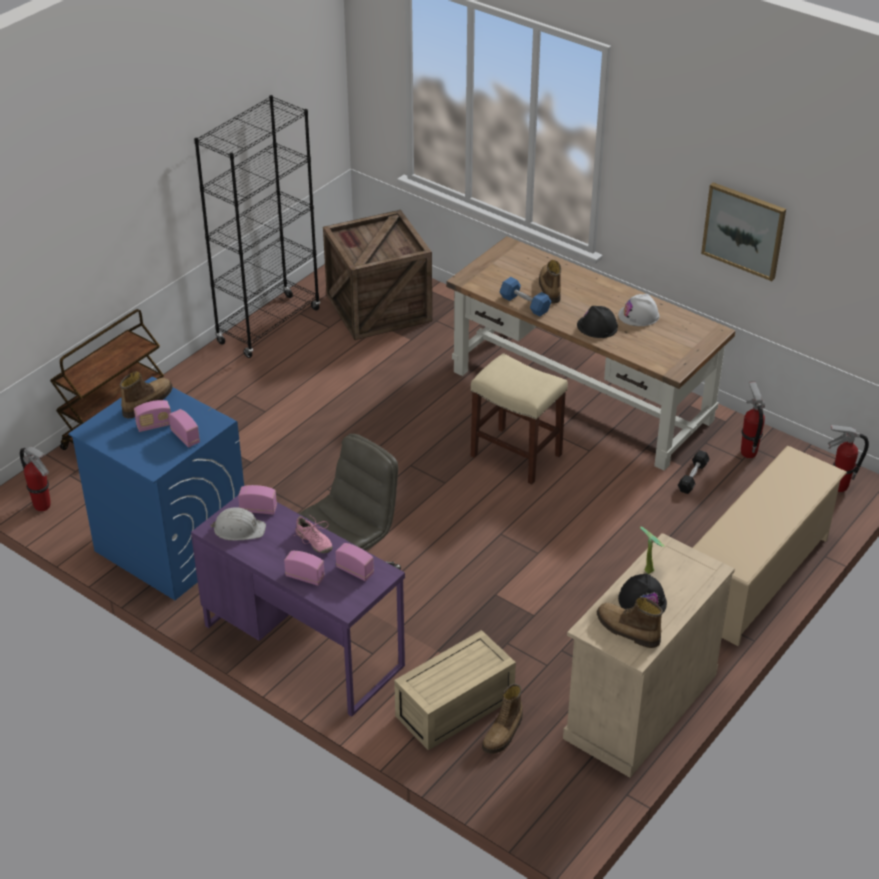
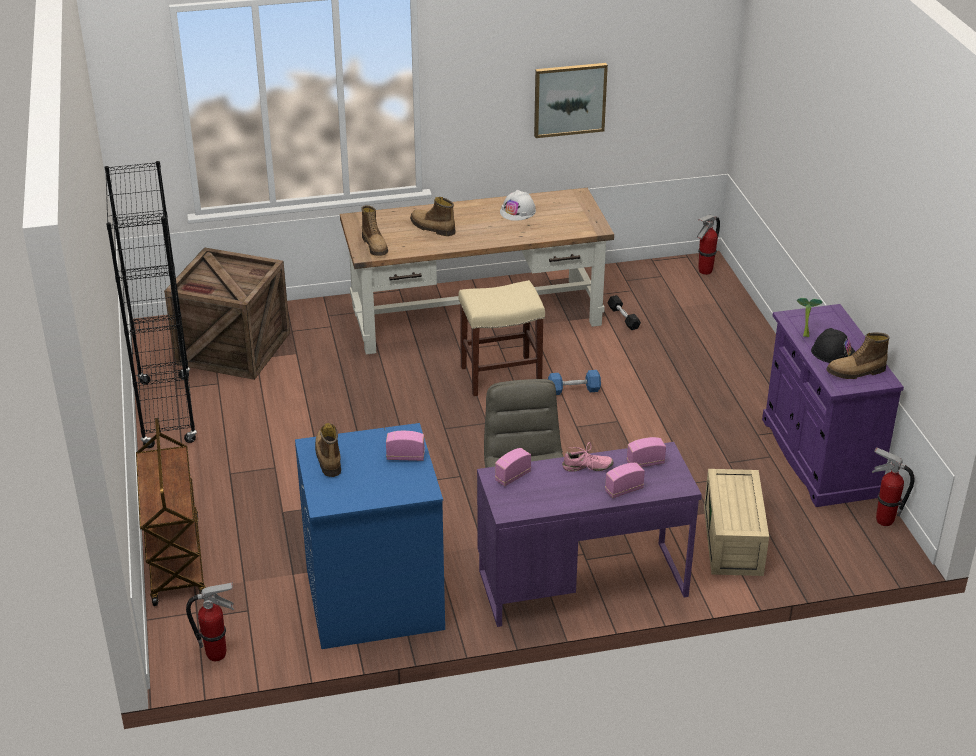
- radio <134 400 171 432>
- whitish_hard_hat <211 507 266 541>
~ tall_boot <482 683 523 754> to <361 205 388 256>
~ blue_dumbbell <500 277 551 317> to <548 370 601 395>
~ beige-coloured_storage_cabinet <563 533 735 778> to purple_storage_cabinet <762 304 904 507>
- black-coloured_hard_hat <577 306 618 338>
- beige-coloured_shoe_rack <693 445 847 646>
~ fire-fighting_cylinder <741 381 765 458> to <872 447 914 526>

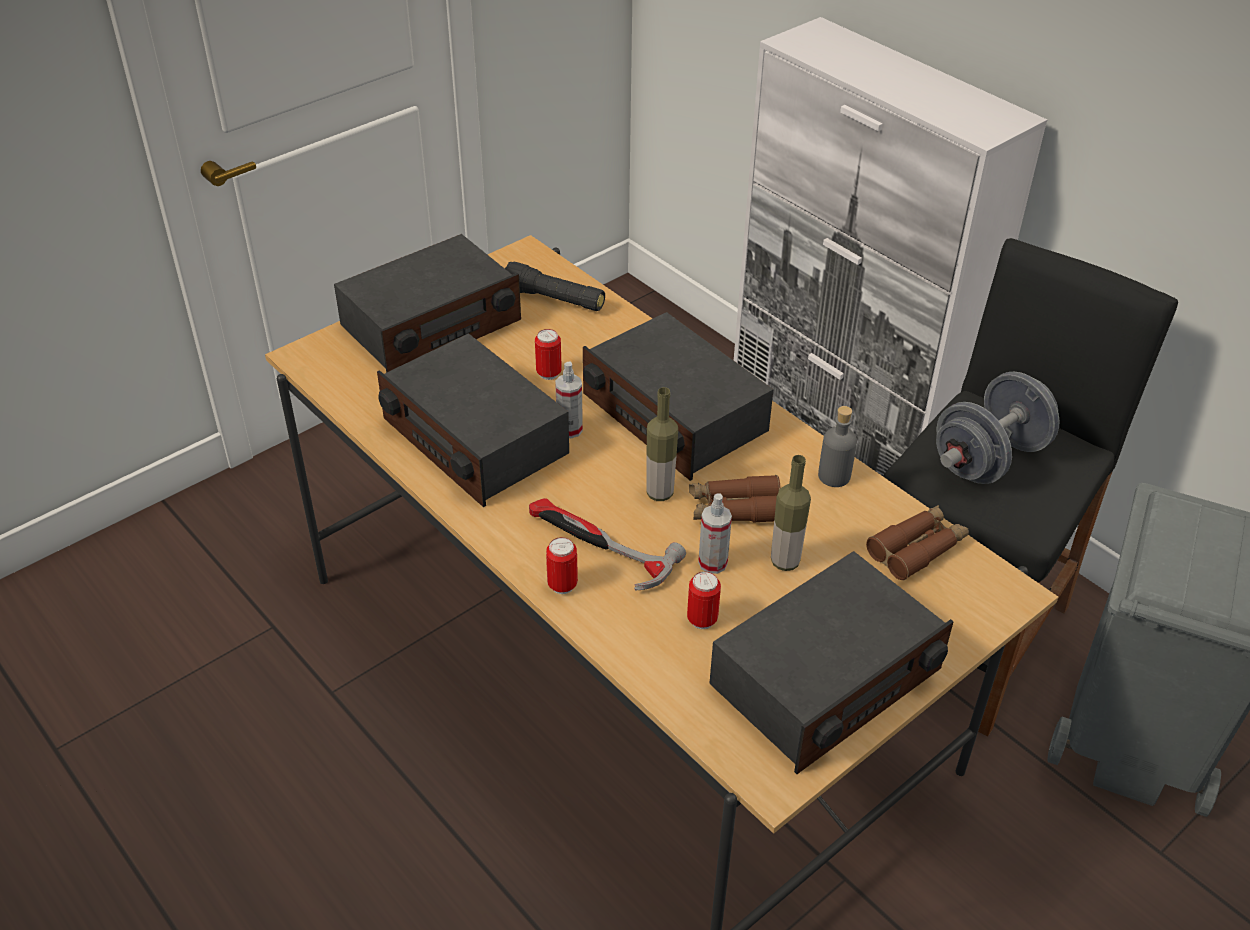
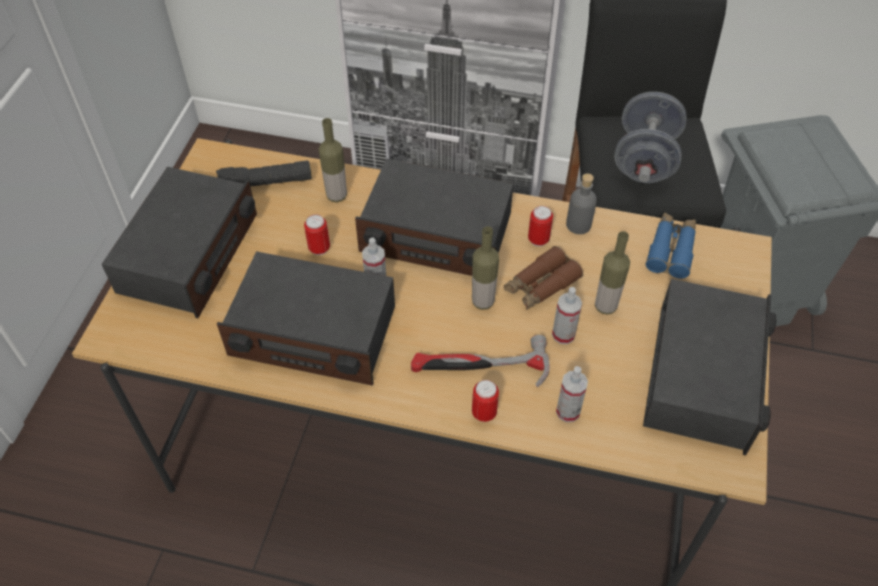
~ metal_can <687 572 721 629> to <528 206 553 246>
~ brownish_pair_of_binoculars <866 505 969 580> to blue_pair_of_binoculars <645 213 696 279>
+ drink_bottle <318 118 347 202>
+ hand_sprayer <556 366 588 422>

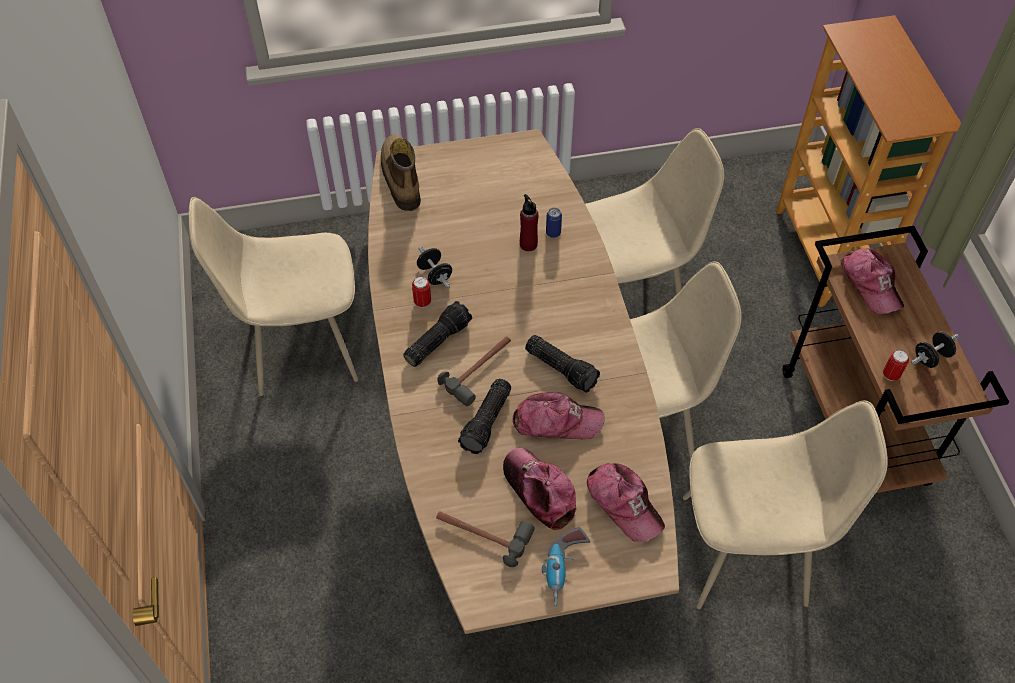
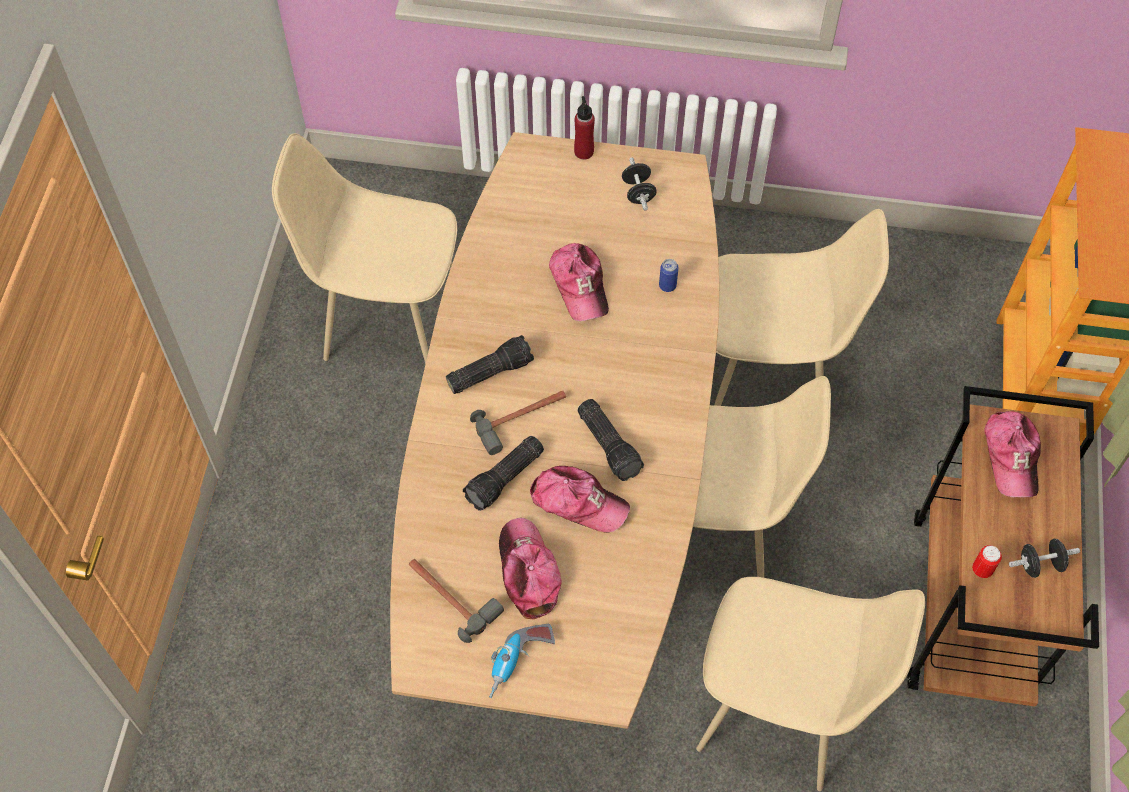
- tall_boot <381 134 421 211>
- metal_can <412 276 431 308>
~ black-coloured_dumbbell <417 246 452 288> to <622 158 657 211>
~ reddish_drink_bottle <520 194 539 251> to <574 96 595 160>
~ baseball_cap <587 463 665 542> to <549 243 609 321>

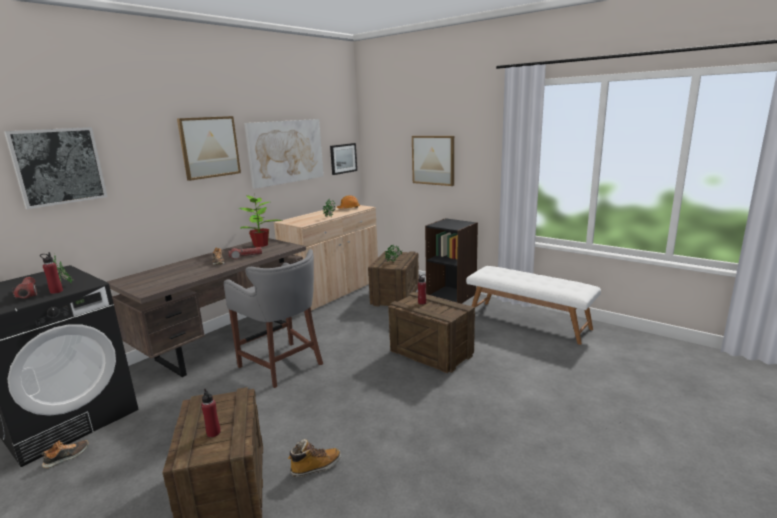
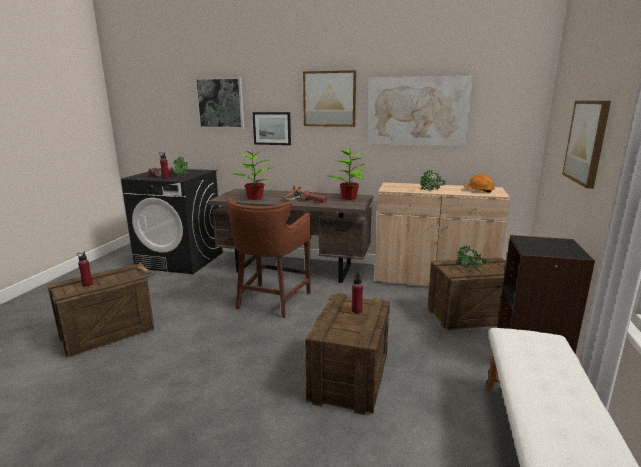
~ gray_sitting_stool <224 249 323 388> to brownish_sitting_stool <227 197 311 318>
- tall_boot <288 439 341 477>
~ wall_picture <330 143 357 175> to <253 112 291 145>
+ plant_in_a_pot <231 151 274 200>

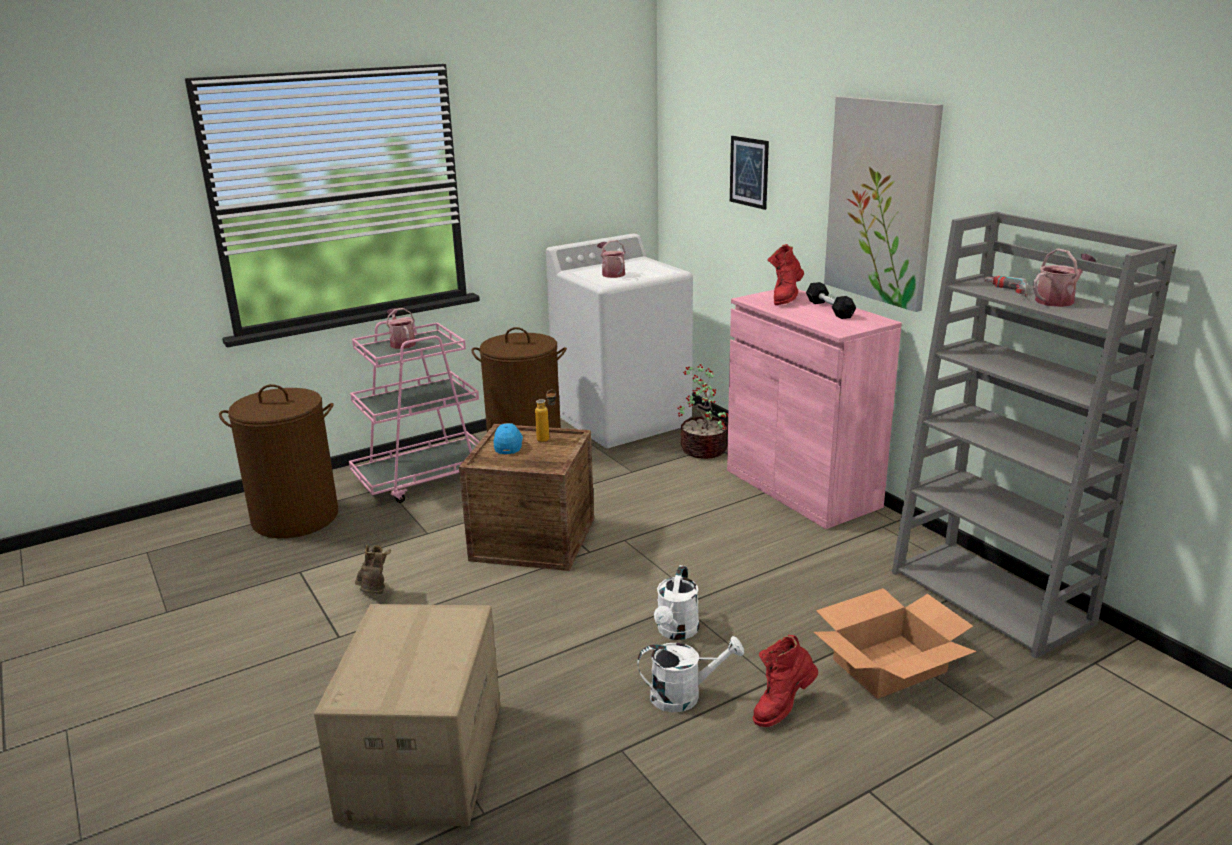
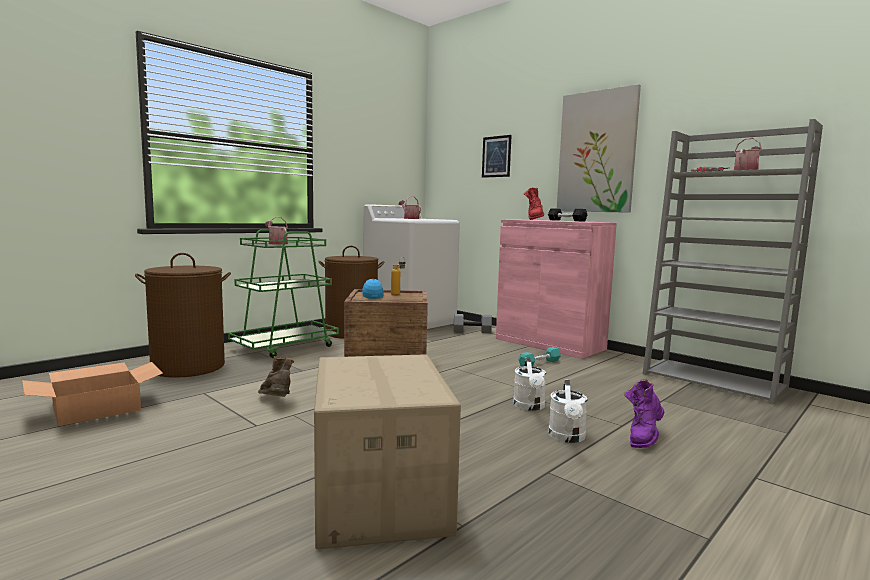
~ pinkish_trolley <349 317 480 503> to greenish_trolley <228 229 339 358>
~ whitish_sprinkling_can <637 636 744 713> = <548 380 587 443> 120 degrees clockwise
~ plant_in_a_pot <678 364 728 459> to gray_dumbbell <454 314 492 333>
~ reddish_tall_boot <753 635 818 727> to purple_tall_boot <624 379 664 448>
~ carton <814 588 977 699> to <22 362 163 426>
+ turquoise-coloured_dumbbell <518 347 561 367>

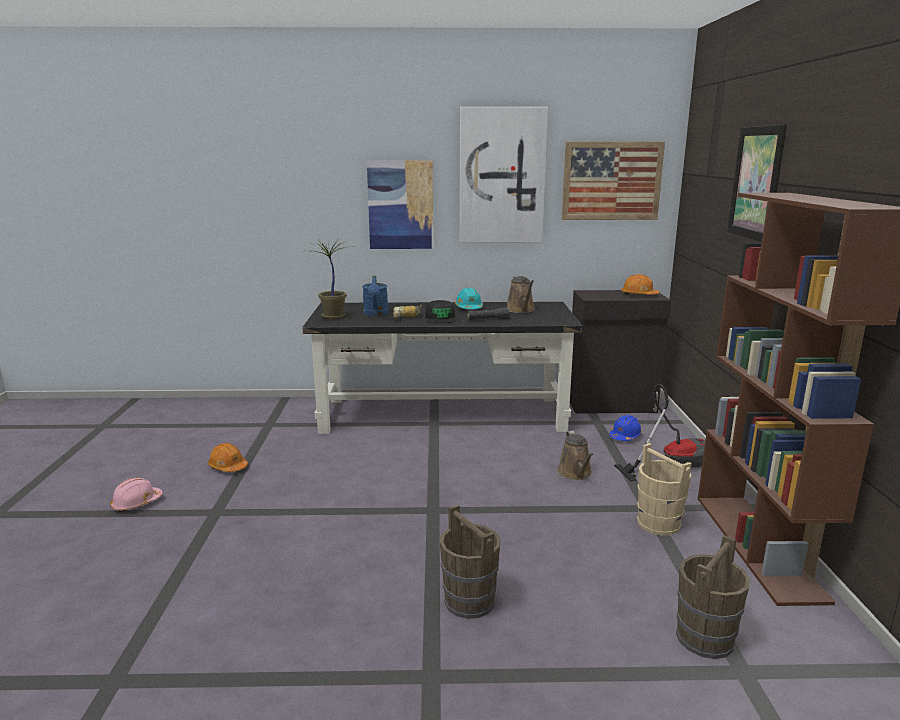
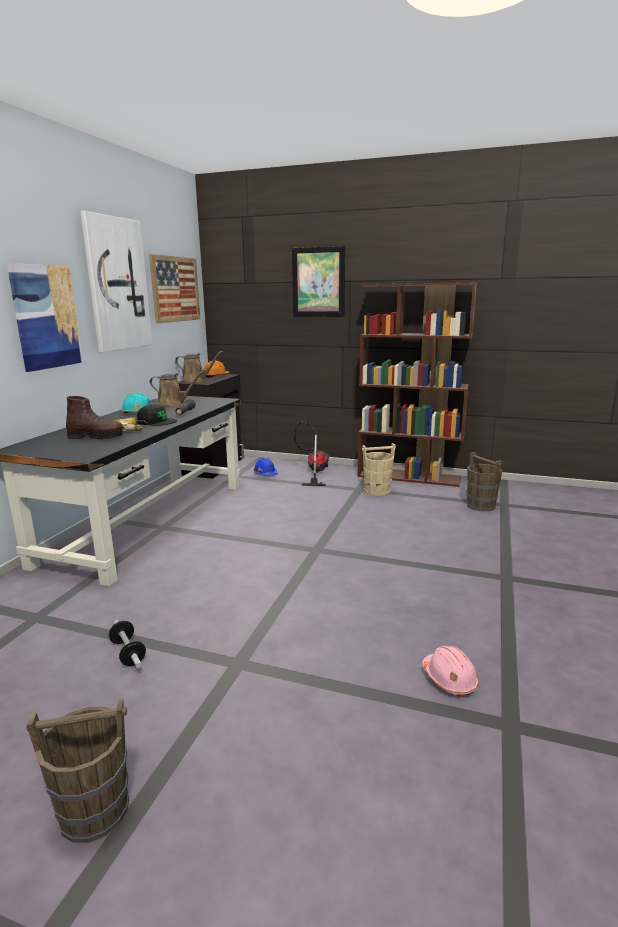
~ pinkish_hard_hat <110 478 163 512> to <422 646 479 695>
~ orangey_hard_hat <208 443 248 472> to dumbbell <109 620 146 668>
- plant_in_a_pot <302 239 353 319>
~ blue_sprinkling_can <362 276 389 316> to brownish_tall_boot <66 396 123 439>
~ brownish_bucket <440 504 501 619> to <26 699 129 843>
~ brownish_sprinkling_can <557 431 594 480> to <175 351 223 382>

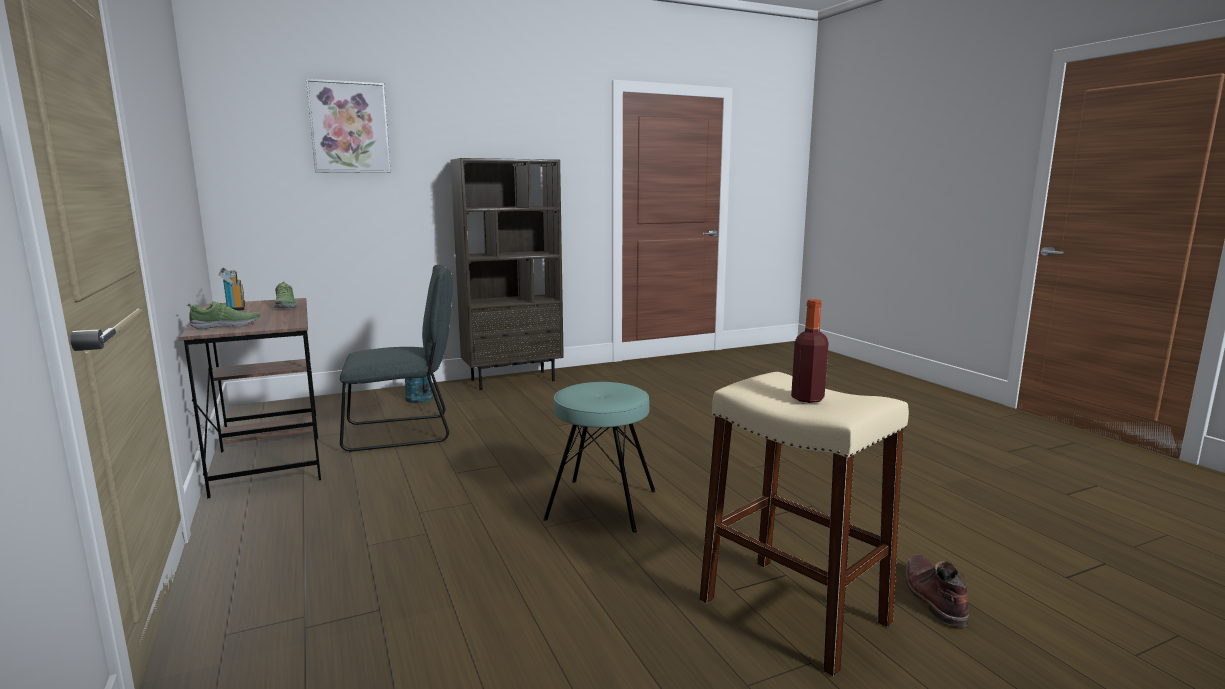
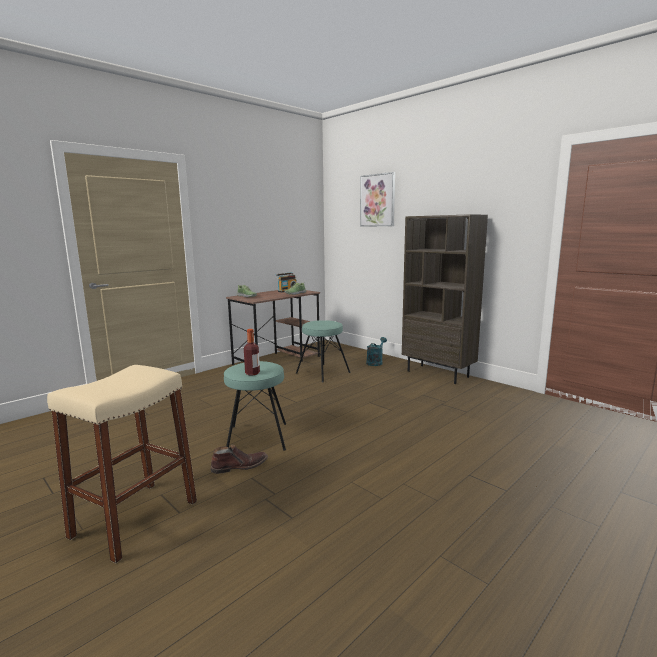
~ gray_plain_chair <340 265 453 451> to turquoise-coloured_sitting_stool <296 320 351 383>
~ drink_bottle <791 299 829 403> to <244 329 260 376>
~ brownish_tall_boot <905 554 969 626> to <211 445 268 474>

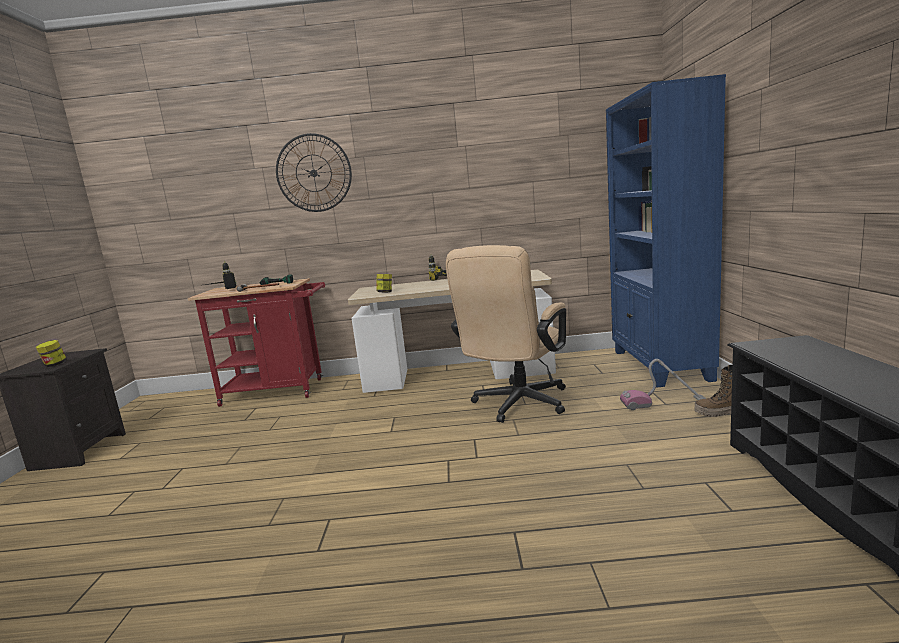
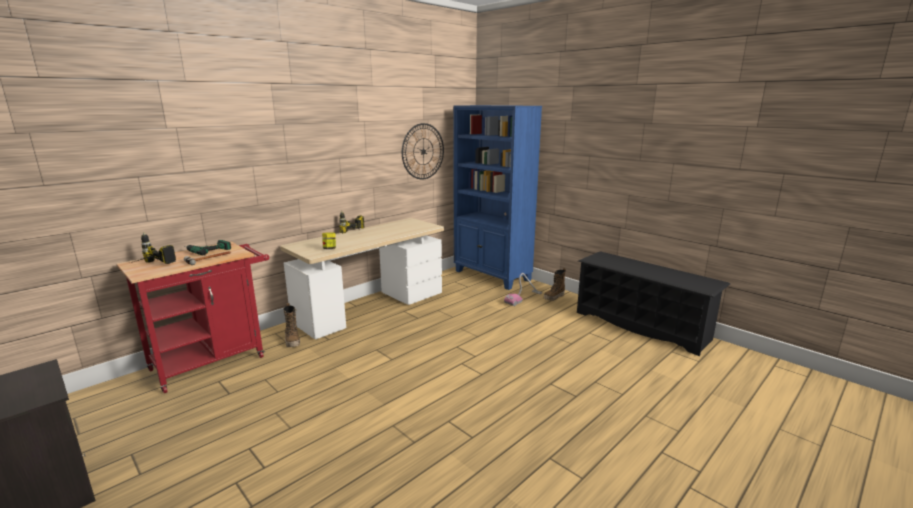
- preserve_jar <36 340 67 367>
~ clock_on_the_wall <276 133 352 212> to <402 123 444 180>
- beige-coloured_office_chair <446 245 566 423>
+ tall_boot <283 303 300 347>

